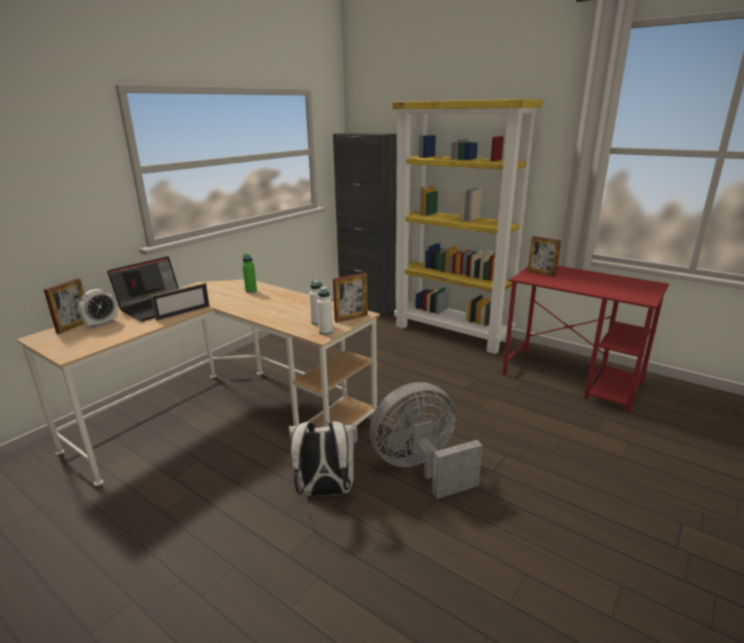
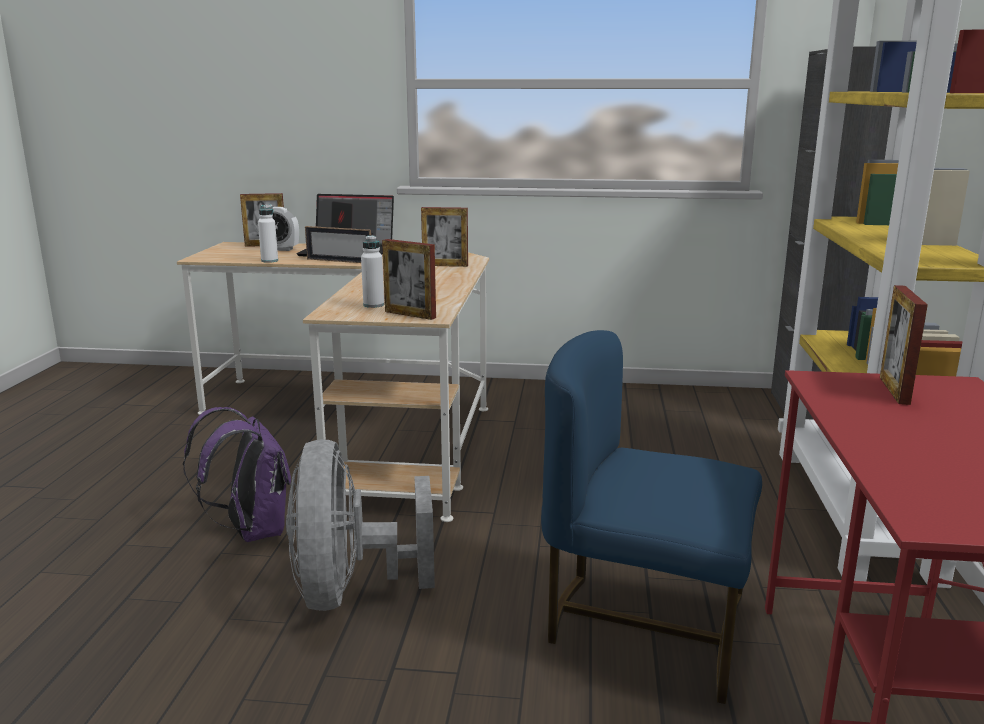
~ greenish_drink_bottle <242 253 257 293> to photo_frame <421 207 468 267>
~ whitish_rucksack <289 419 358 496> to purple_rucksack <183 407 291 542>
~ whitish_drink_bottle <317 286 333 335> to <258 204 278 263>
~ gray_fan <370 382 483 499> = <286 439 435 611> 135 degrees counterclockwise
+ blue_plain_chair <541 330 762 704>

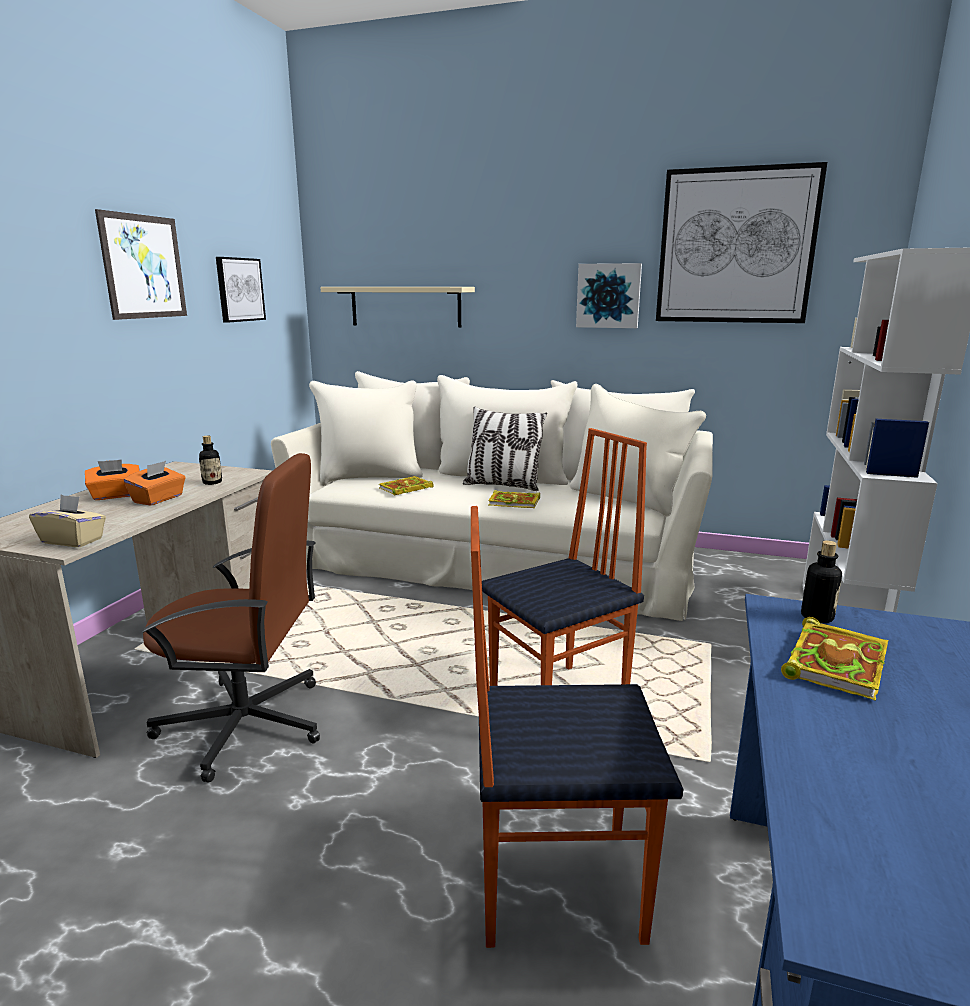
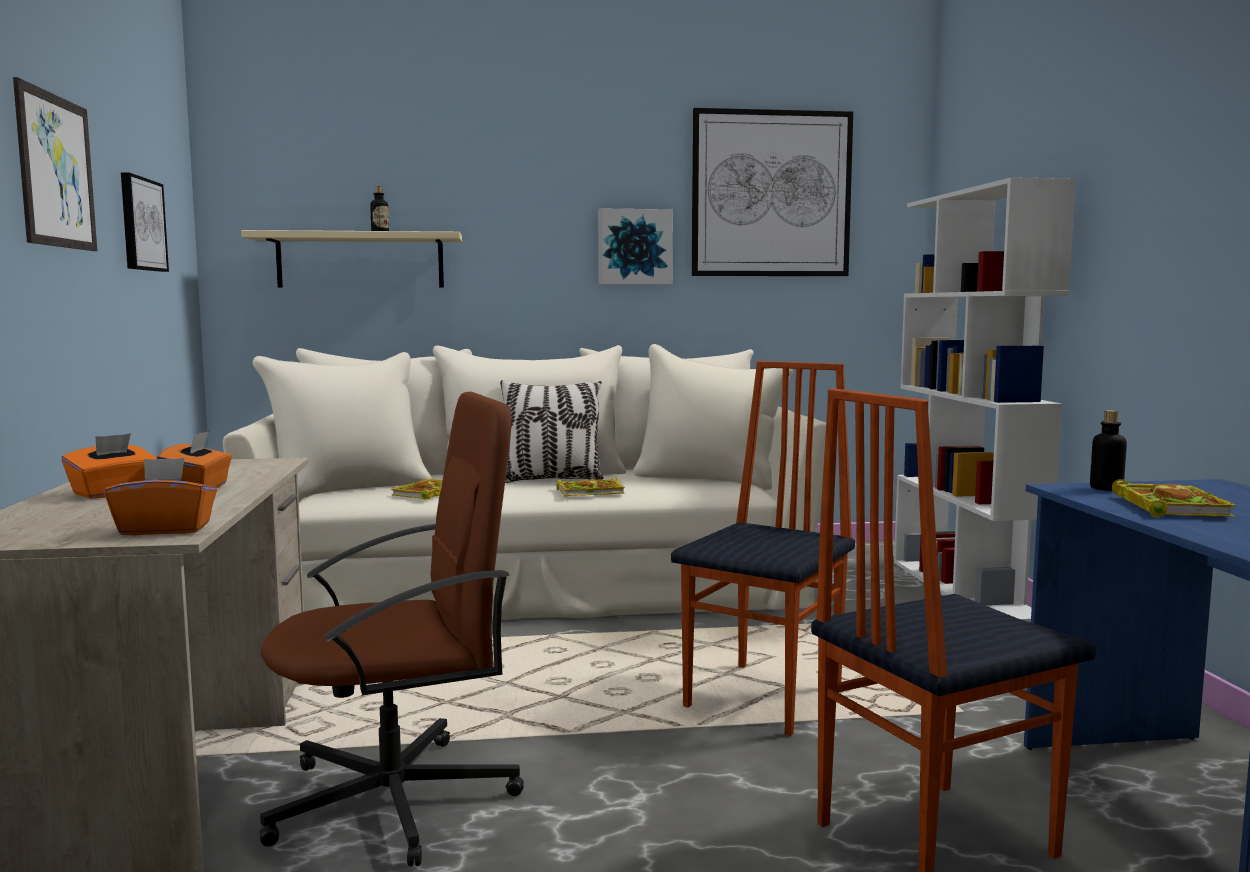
~ beige-coloured_tissue_holder <29 495 106 547> to orangey_tissue_holder <104 458 217 536>
~ drink_bottle <199 436 222 485> to <370 186 389 231>

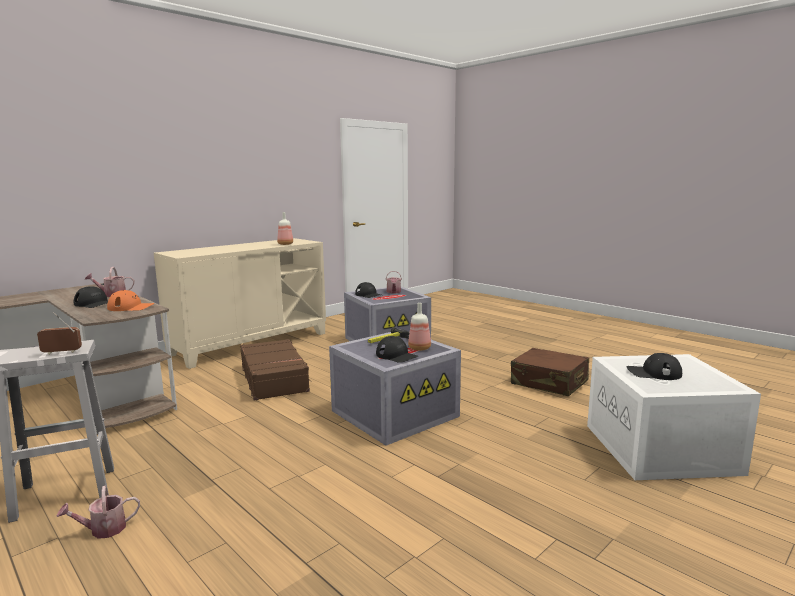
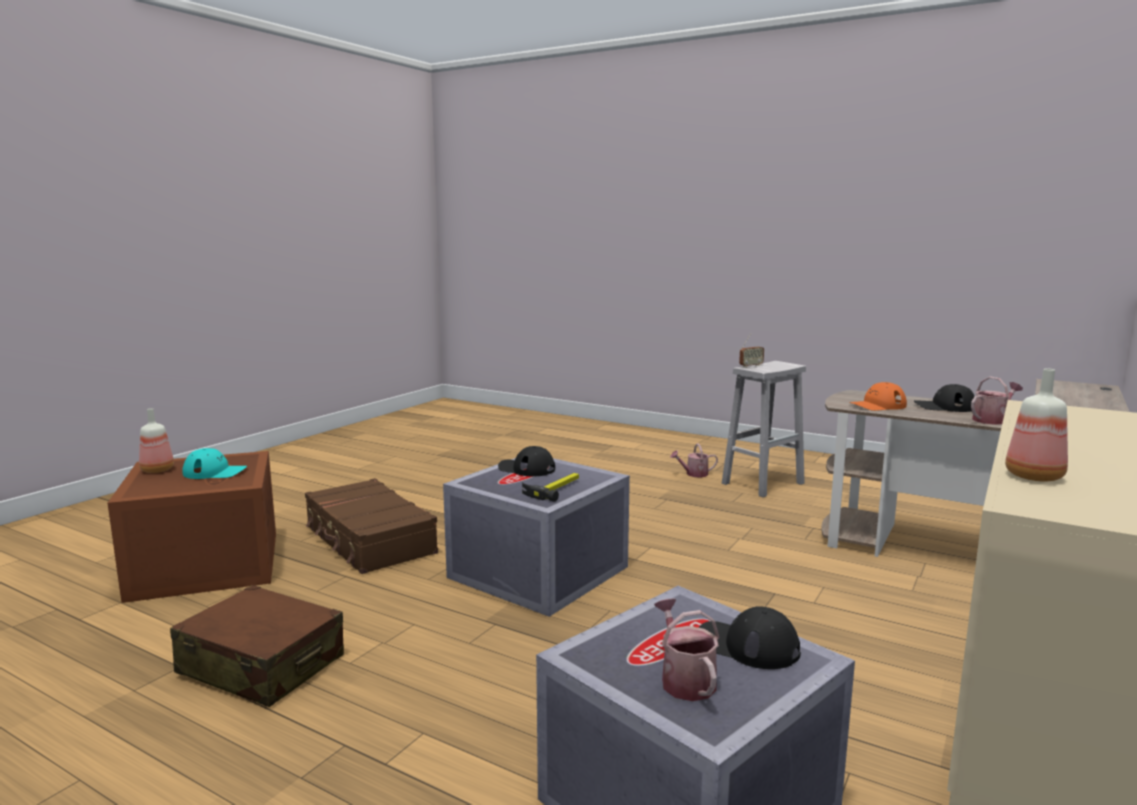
~ sprinkling_can <57 486 140 539> = <670 444 718 478> 150 degrees counterclockwise
~ brownish_suitcase <240 339 310 401> to <305 478 438 574>
~ drink_bottle <408 303 431 351> to <139 408 174 473>
~ whitish_storage_container <587 354 761 480> to brownish_storage_container <108 451 276 603>
~ black-coloured_baseball_cap <627 353 682 380> to turquoise-coloured_baseball_cap <182 448 247 479>

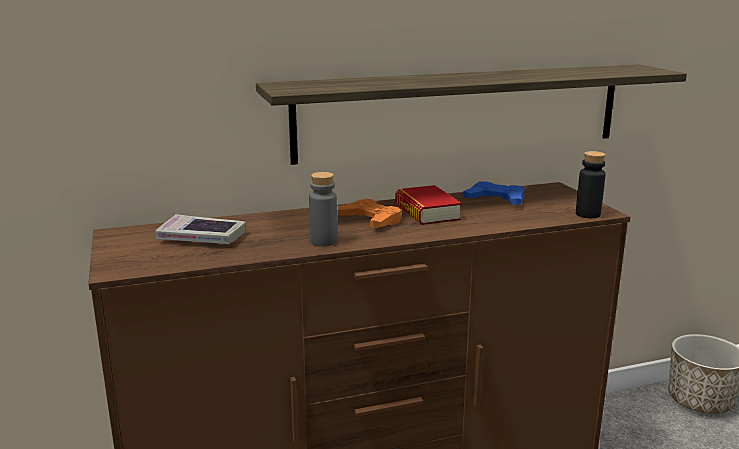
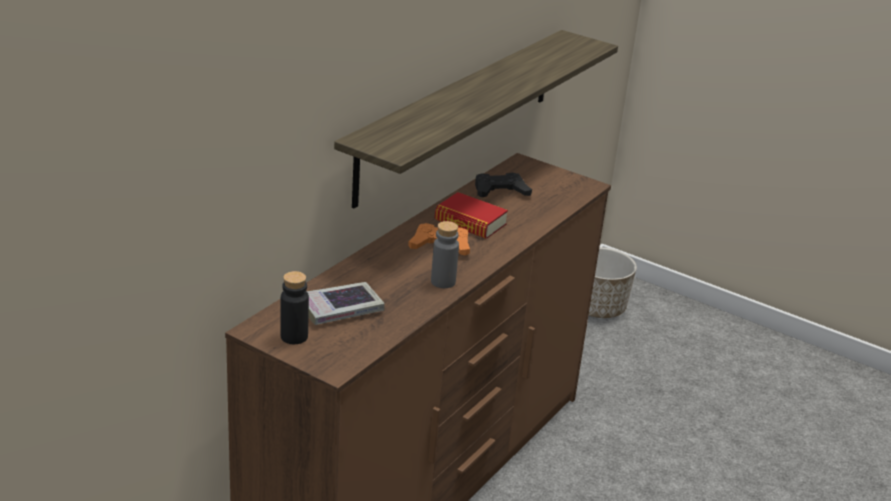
~ blue_game_controller <462 181 524 205> to black-coloured_game_controller <475 173 532 197>
~ black-coloured_drink_bottle <576 151 606 218> to <280 271 309 344>

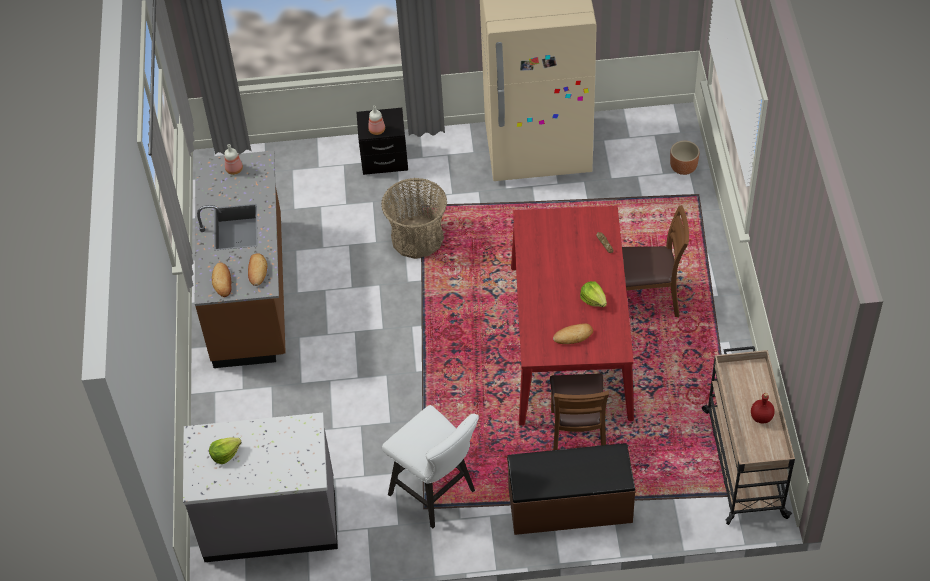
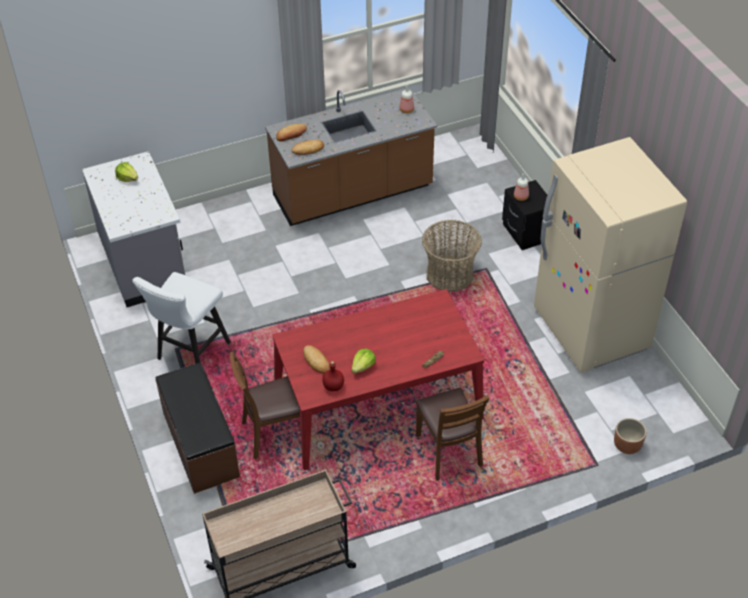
~ reddish_drink_bottle <751 393 775 424> to <322 361 344 391>

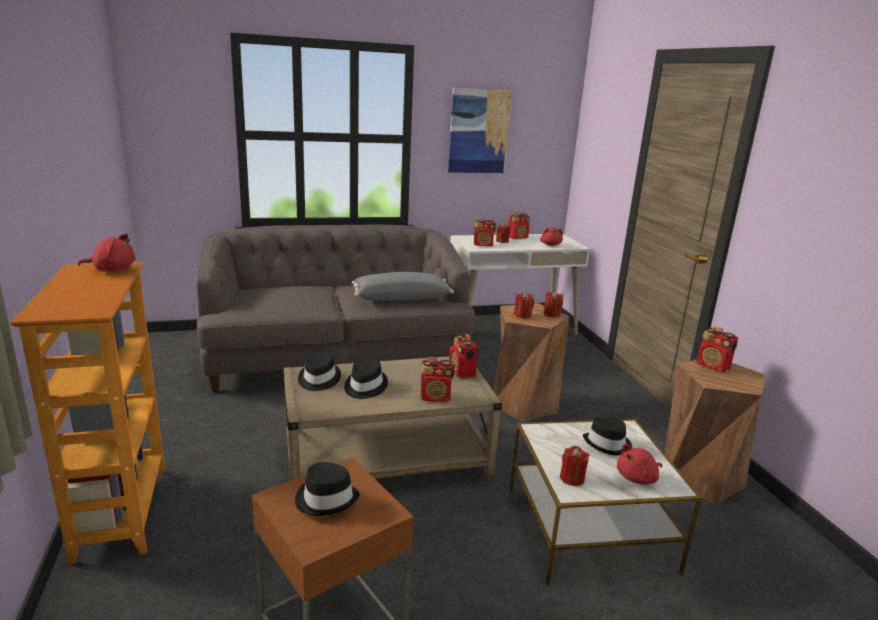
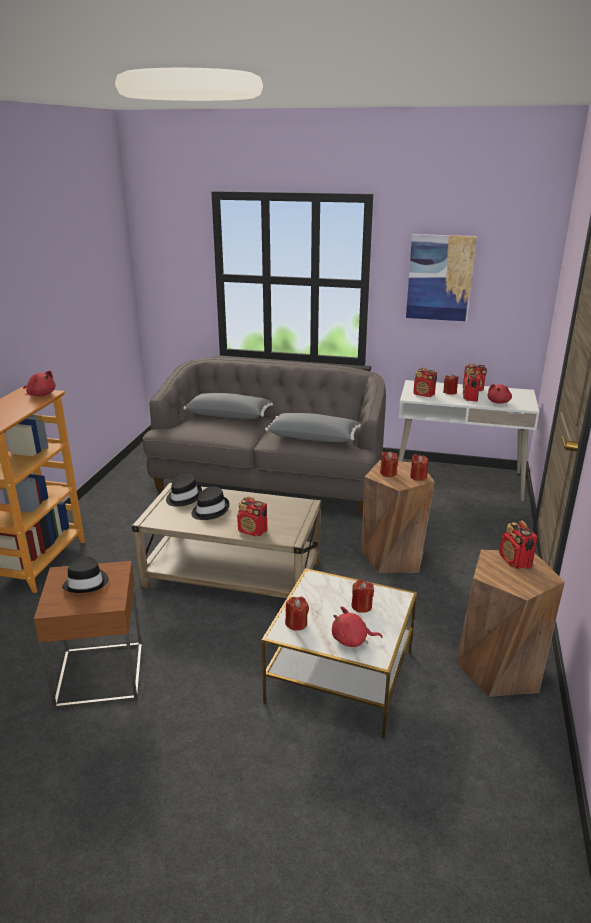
~ radio <449 334 478 378> to <463 371 481 402>
~ black-coloured_wearable_hat <583 417 632 455> to reddish_wax_candle <352 579 374 613>
+ gray_pillow <183 393 273 419>

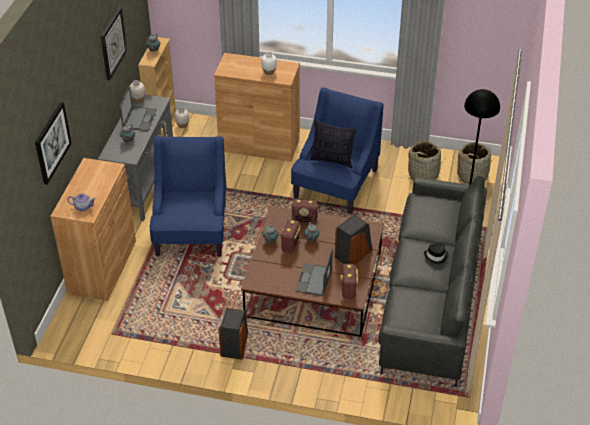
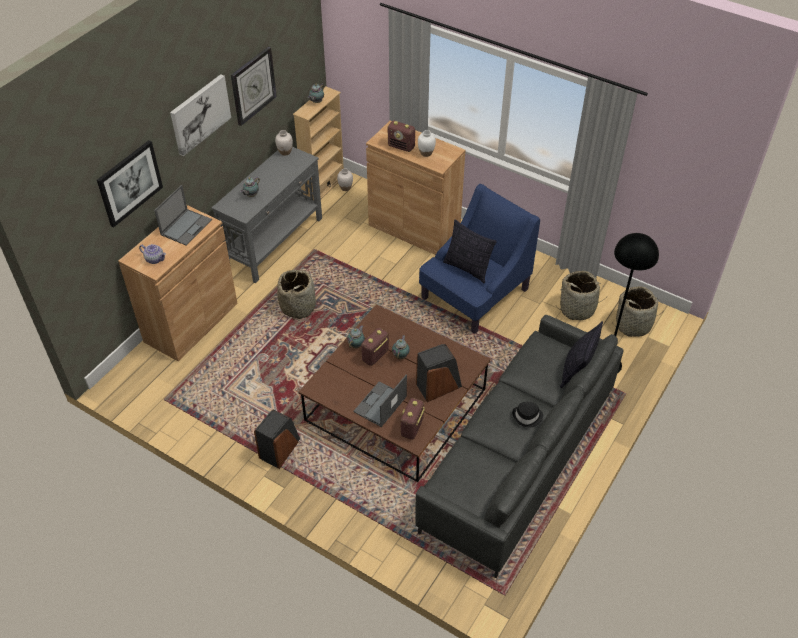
~ portable_computer <120 86 157 131> to <154 185 212 246>
~ blue_easy_chair <150 136 227 257> to storage_basket <277 270 316 319>
~ radio <292 199 318 224> to <388 121 415 152>
+ wall_picture <170 74 231 156>
+ pillow <560 321 603 388>

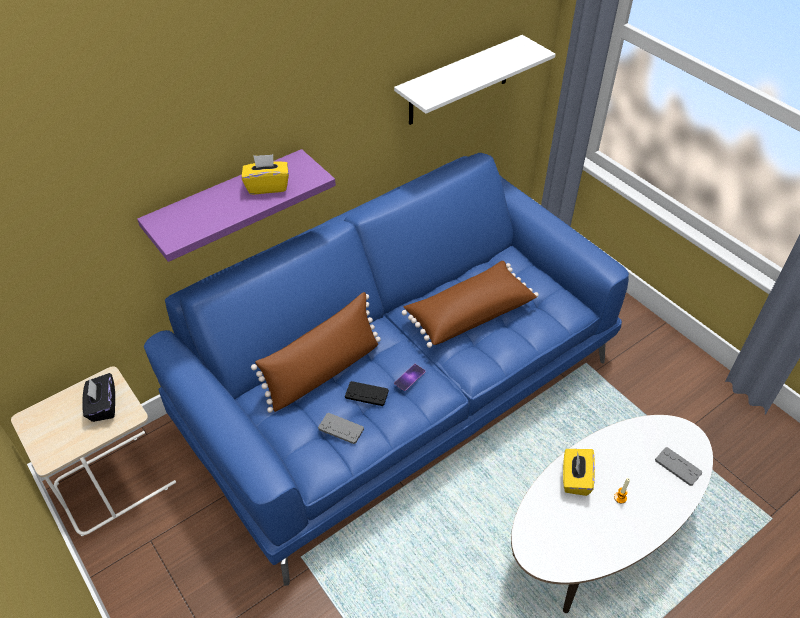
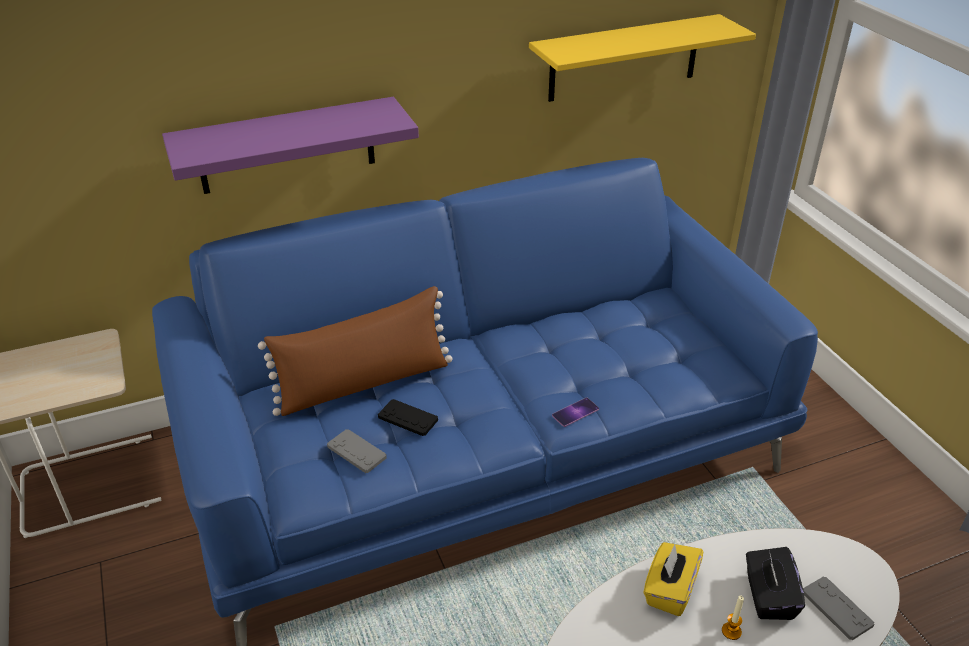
~ black-coloured_tissue_holder <82 373 115 422> to <746 547 805 620>
- yellowish_tissue_holder <242 154 289 194>
~ whitish_shelf <394 35 556 125> to yellowish_shelf <529 14 756 102>
~ handset <394 364 426 391> to <552 397 599 427>
- brownish_pillow <402 261 539 348>

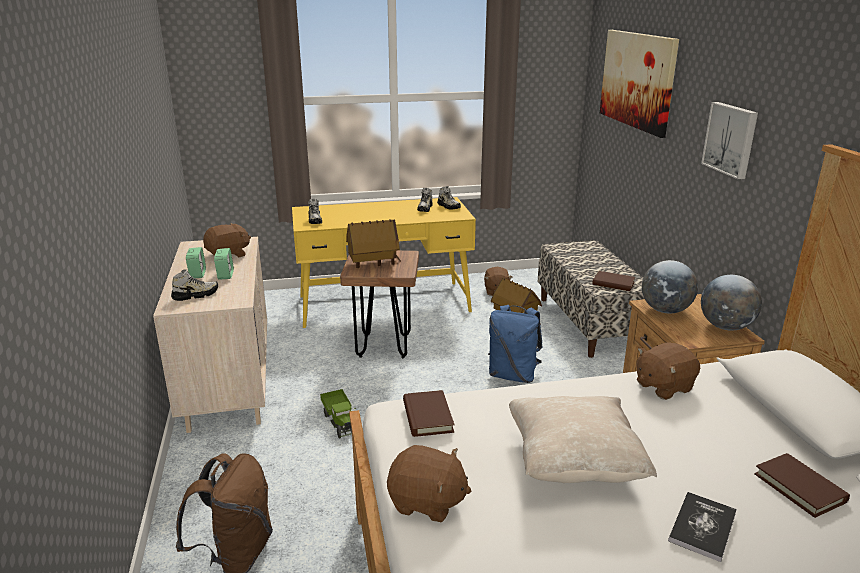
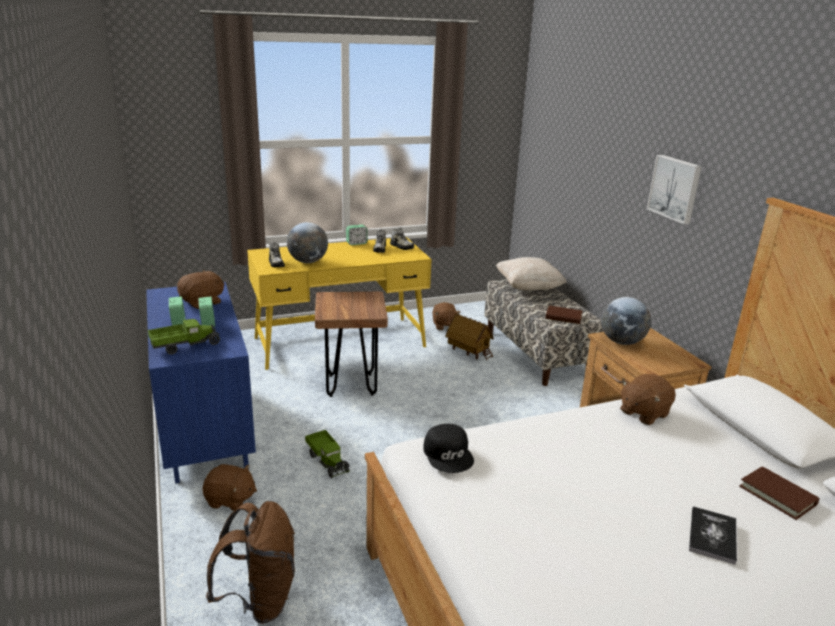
~ beige-coloured_chest_of_drawers <153 237 267 433> to blue_chest_of_drawers <146 282 256 484>
~ item_of_footwear <171 270 218 301> to toy_lorry <148 319 221 355>
- toy_house <346 219 401 268>
~ brownish_plush_toy <387 445 471 523> to <202 464 257 511>
~ brownish_volume <403 390 455 437> to black-coloured_baseball_cap <423 424 474 473>
- blue_rucksack <488 305 543 383>
~ beige-coloured_pillow <509 396 657 483> to <496 257 567 290>
- wall_picture <600 30 679 138>
~ globe <701 275 762 331> to <287 222 328 263>
+ alarm_clock <346 225 368 245>

